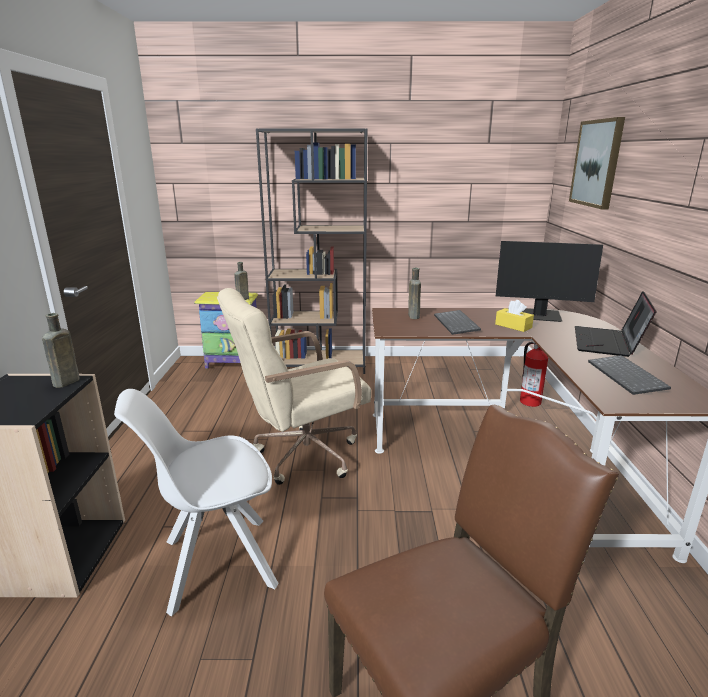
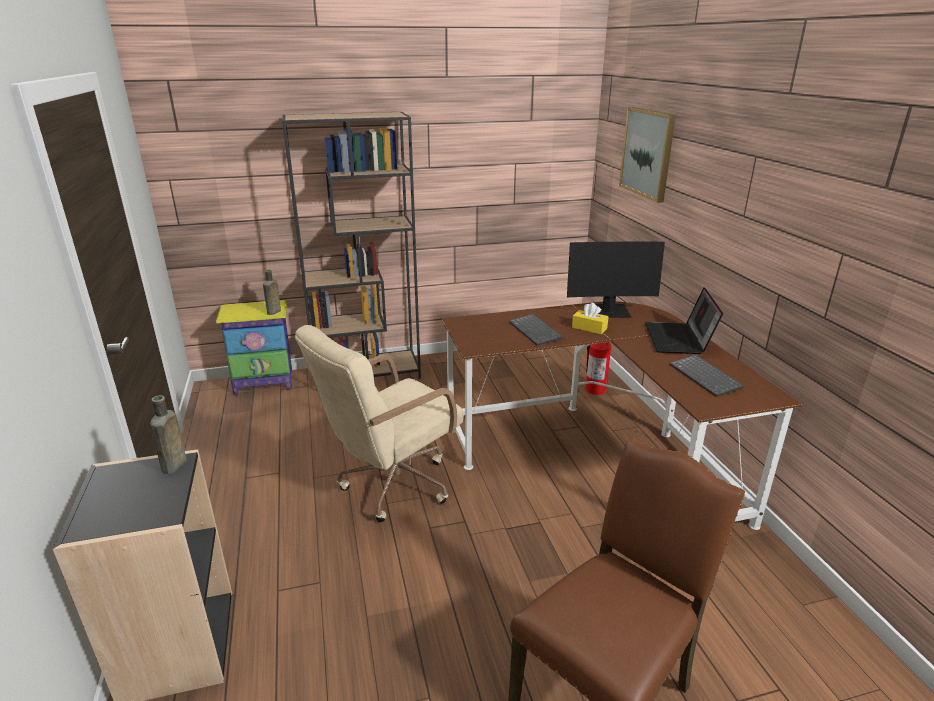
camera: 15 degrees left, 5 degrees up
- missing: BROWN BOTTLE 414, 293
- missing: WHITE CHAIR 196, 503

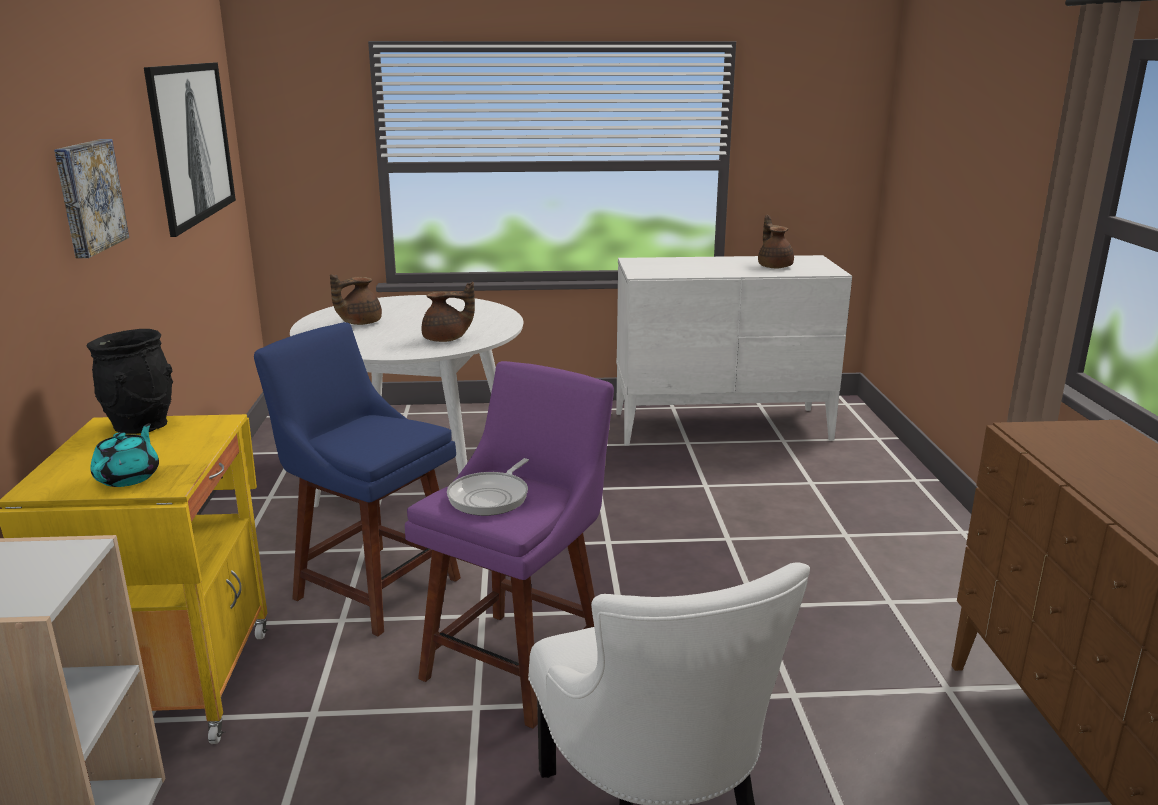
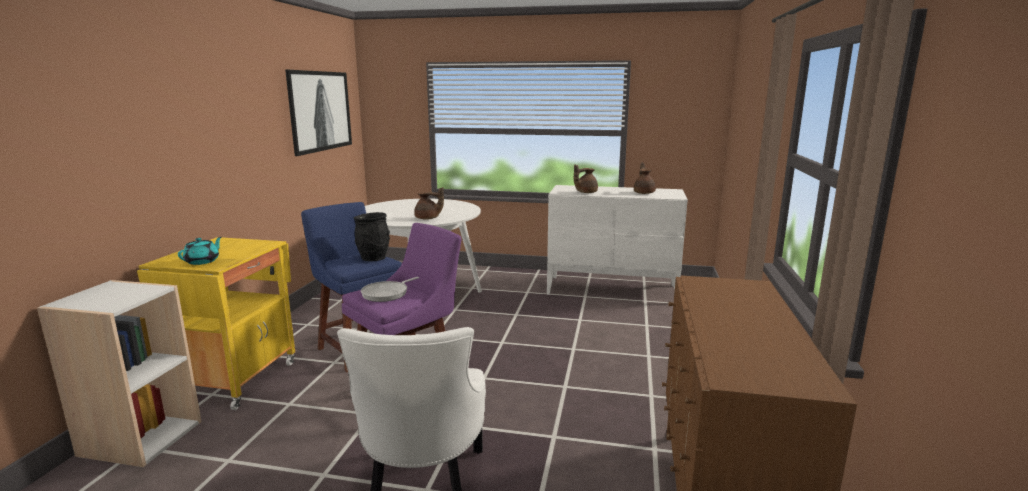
camera: 15 degrees right, 5 degrees down
- missing: PICTURE 91, 198
- relocated: BROWN TEAPOT 356, 299 to 586, 179
- relocated: BLACK VASE 130, 381 to 372, 236

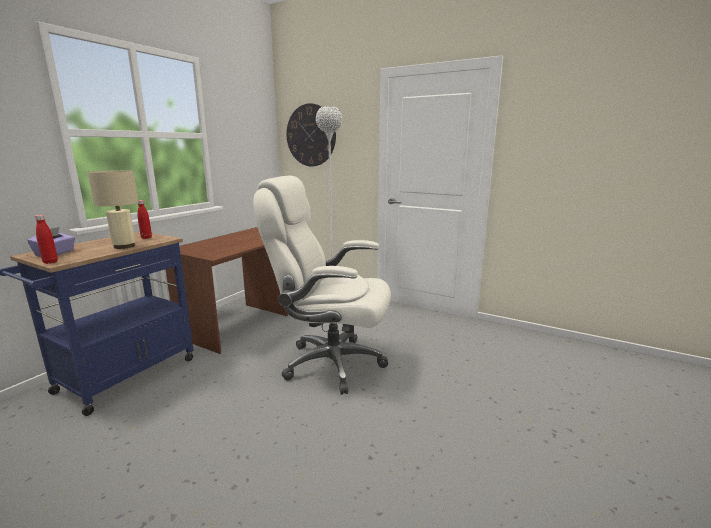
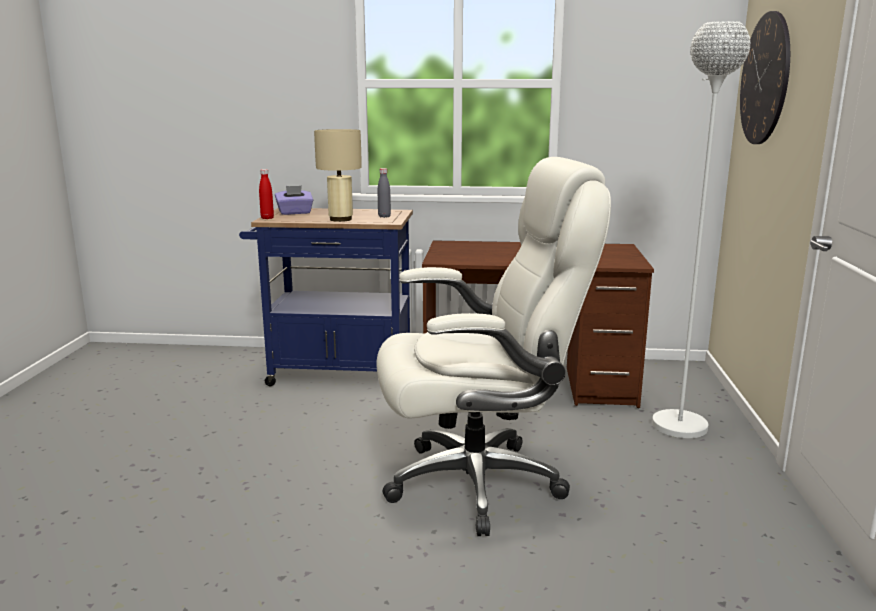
camera: 65 degrees right, 0 degrees up
- spun: WHITE OFFICE CHAIR 322, 285 = 493, 346 90 degrees clockwise
- colour: RED BOTTLE 144, 219 to GREY BOTTLE 384, 193

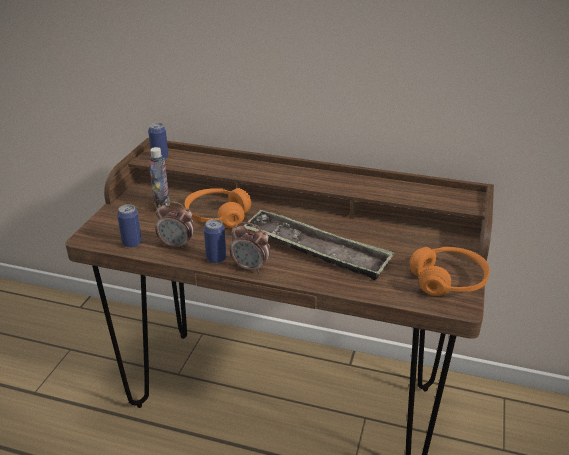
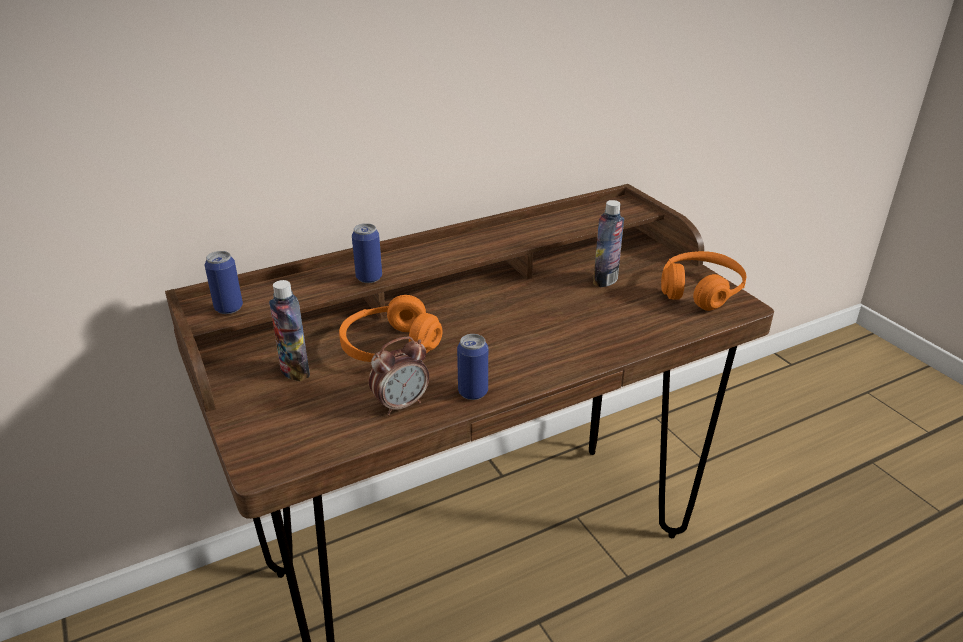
camera: 45 degrees left, 0 degrees up
- relocated: CAN 129, 226 to 367, 253
- missing: TRAY 319, 245
- missing: ALARM CLOCK 250, 248
- appeared: BOTTLE 608, 243

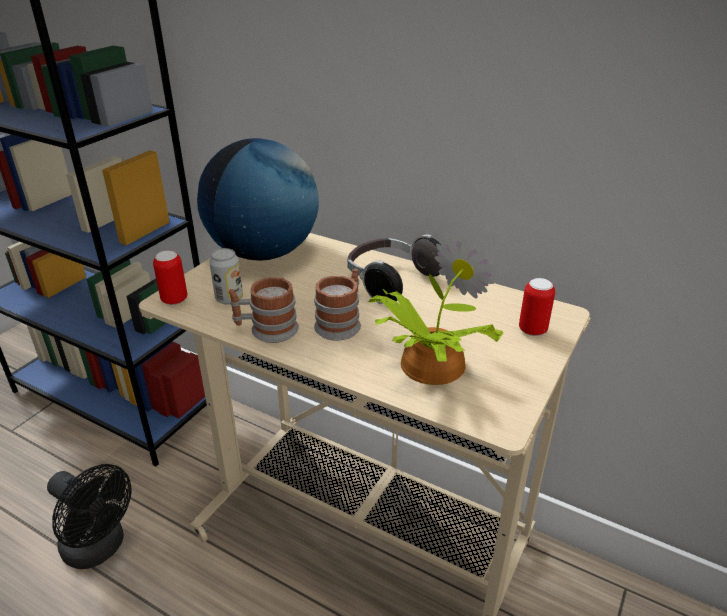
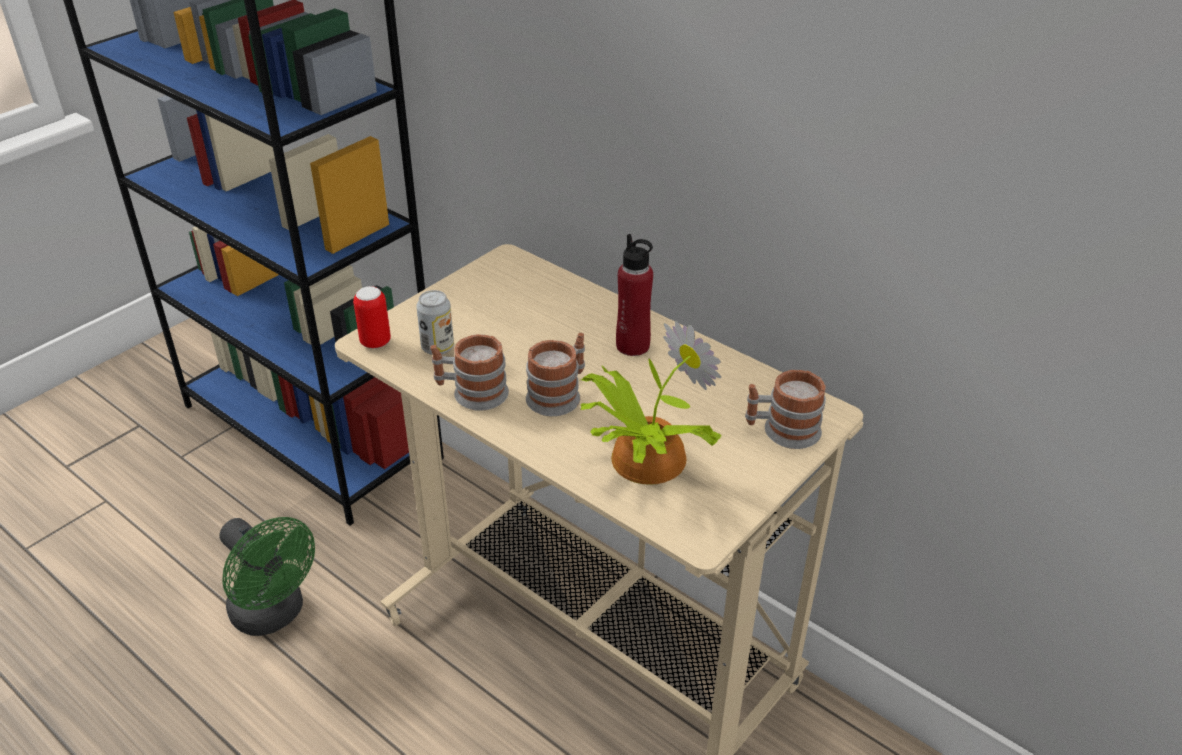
camera: 10 degrees right, 5 degrees up
- missing: GLOBE 258, 199
- exchanged: HEADPHONES 394, 269 to RED BOTTLE 634, 295
- exchanged: CAN 537, 307 to MUG 785, 409
- colour: BLACK FAN 89, 516 to GREEN FAN 267, 576

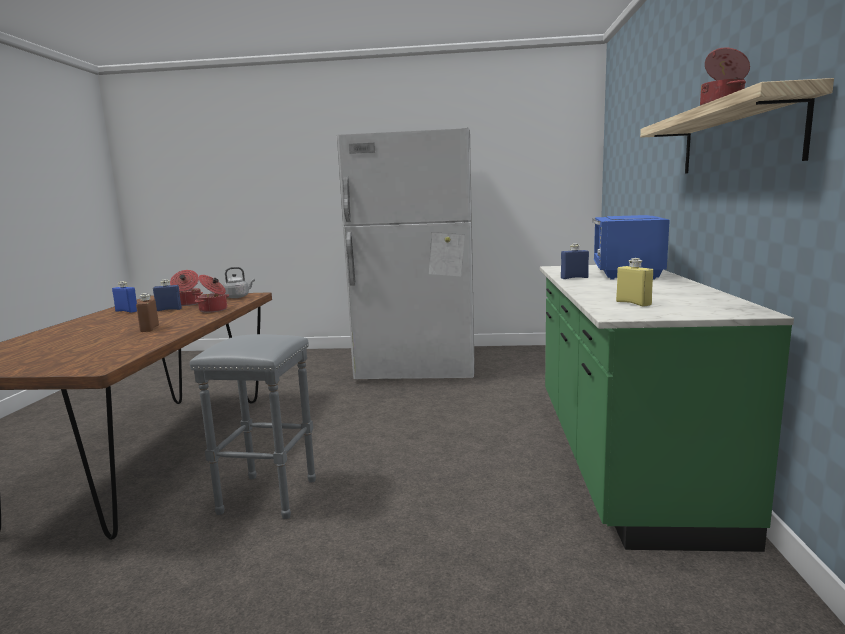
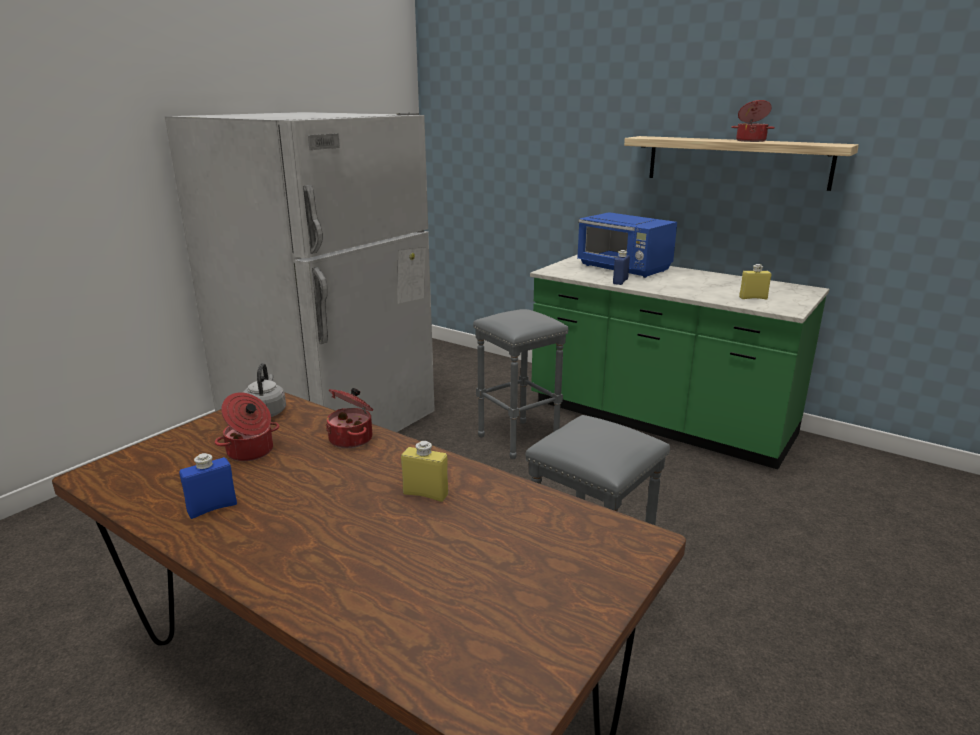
camera: 60 degrees left, 10 degrees up
- missing: BLUE BOTTLE 167, 295
- colour: BROWN BOTTLE 147, 312 to YELLOW BOTTLE 424, 471
- appeared: GREY STOOL 521, 384

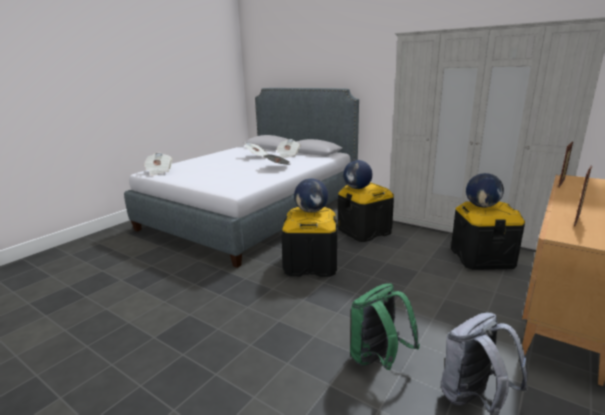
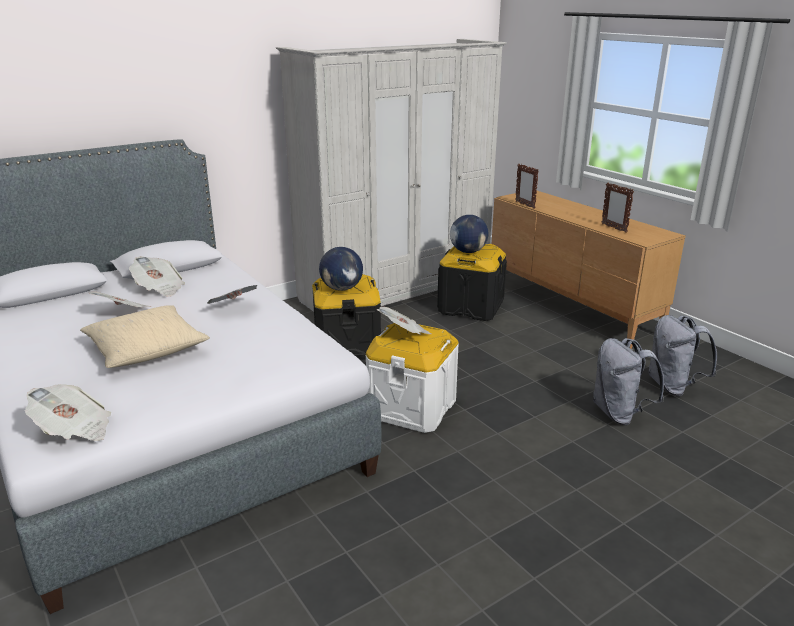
camera: 70 degrees left, 5 degrees up
- exchanged: GLOBE 311, 196 to NEWSPAPER 404, 321
- colour: BLACK STORAGE BOX 309, 242 to WHITE STORAGE BOX 412, 378
- colour: GREEN BACKPACK 385, 326 to GREY BACKPACK 628, 381
- appeared: BEIGE PILLOW 145, 336

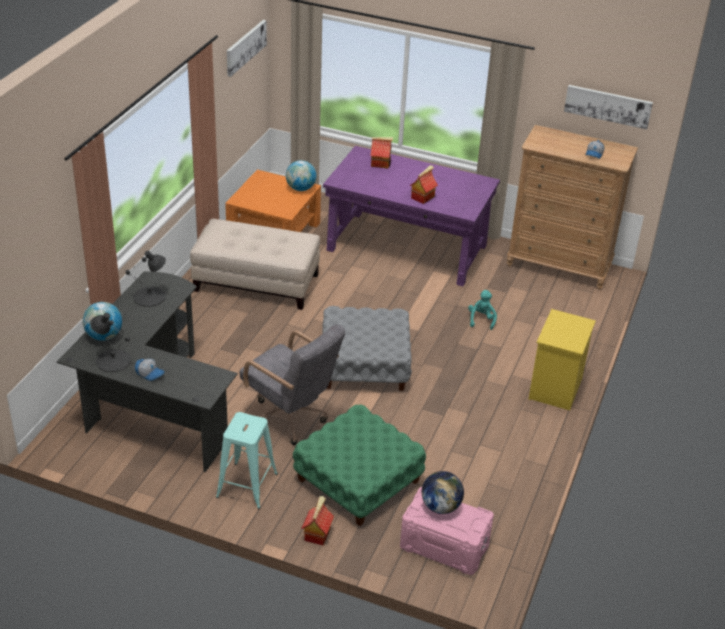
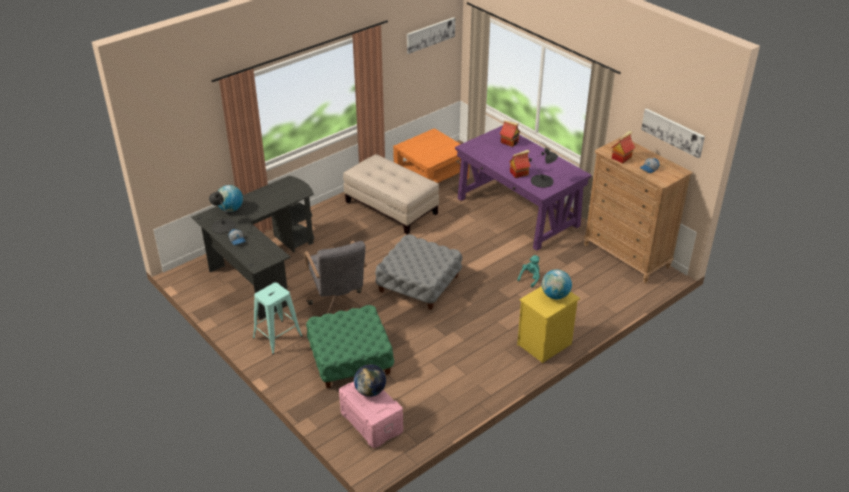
camera: 30 degrees right, 0 degrees up
- relocated: GLOBE 301, 175 to 557, 284
- relocated: BLACK TABLE LAMP 145, 279 to 543, 168
- relocated: TOY HOUSE 317, 520 to 623, 147

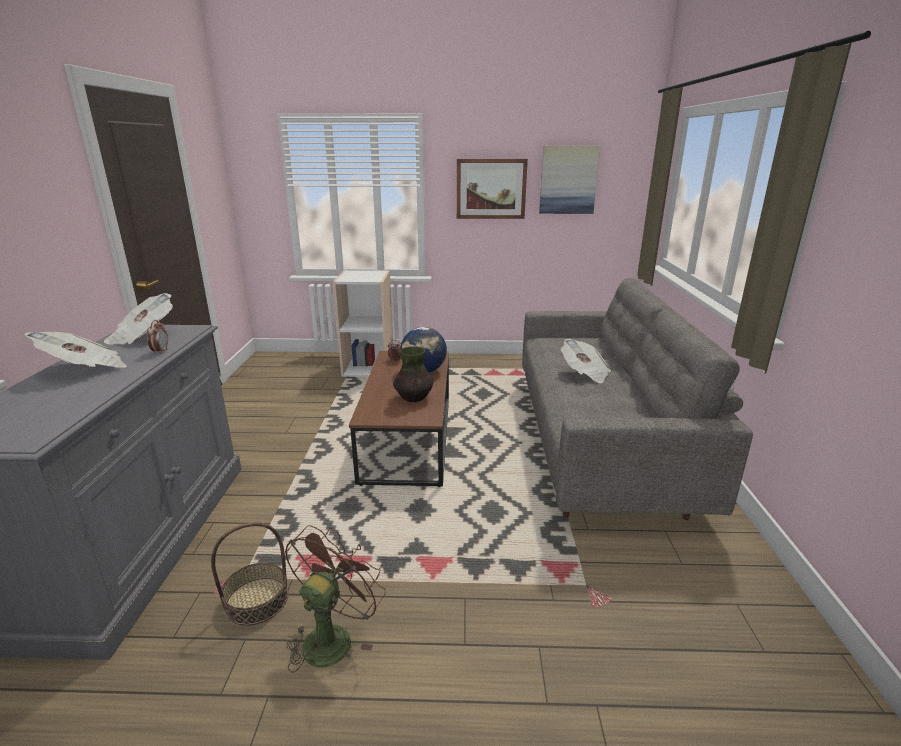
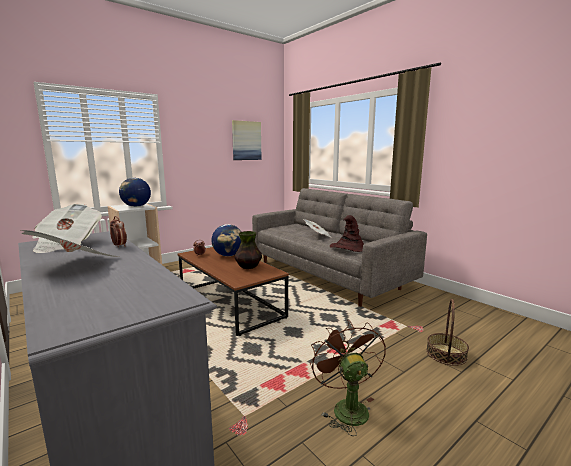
camera: 40 degrees left, 10 degrees down
- missing: PICTURE 492, 189
- relocated: BASKET 249, 574 to 447, 332
- appeared: GLOBE 135, 192
- appeared: BROWN HAT 347, 233

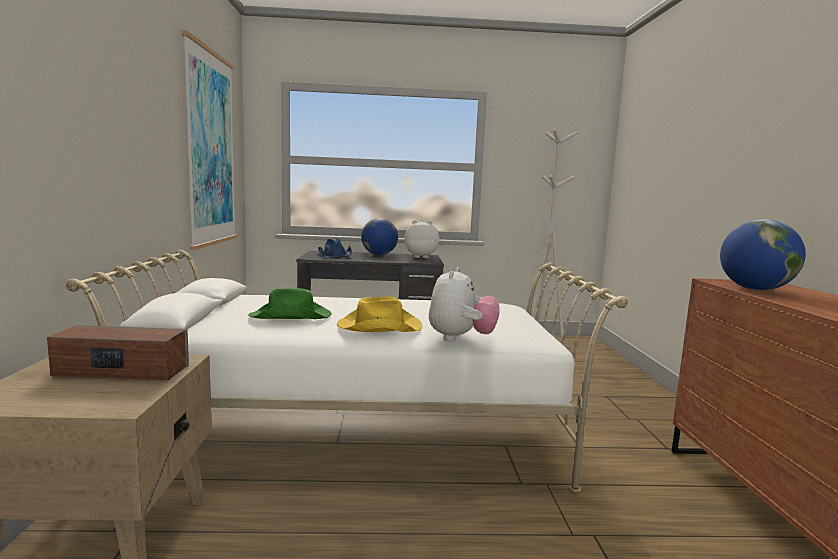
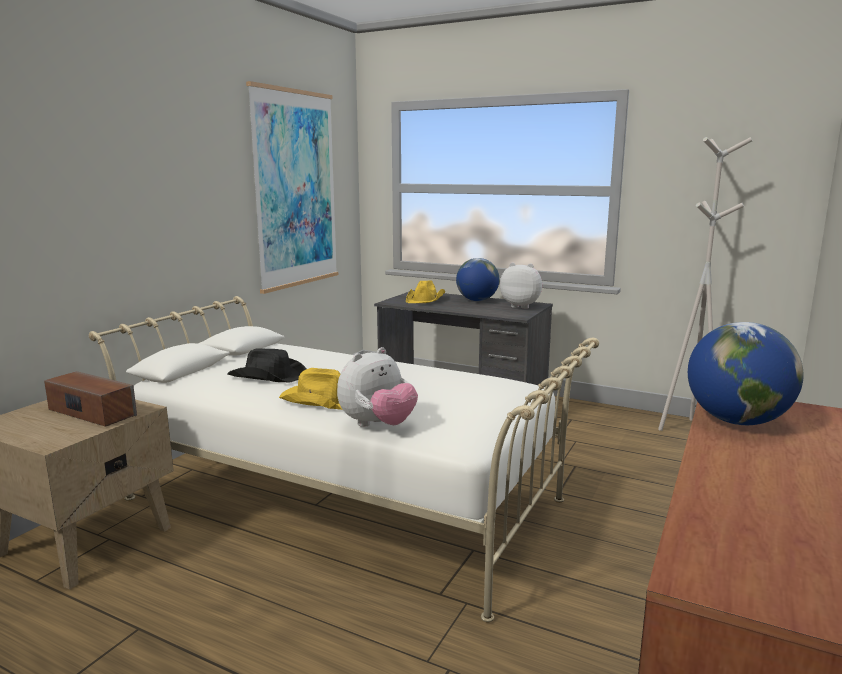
camera: 30 degrees right, 5 degrees up
- colour: BLUE HAT 335, 248 to YELLOW HAT 425, 291
- colour: GREEN HAT 290, 303 to BLACK HAT 266, 365

